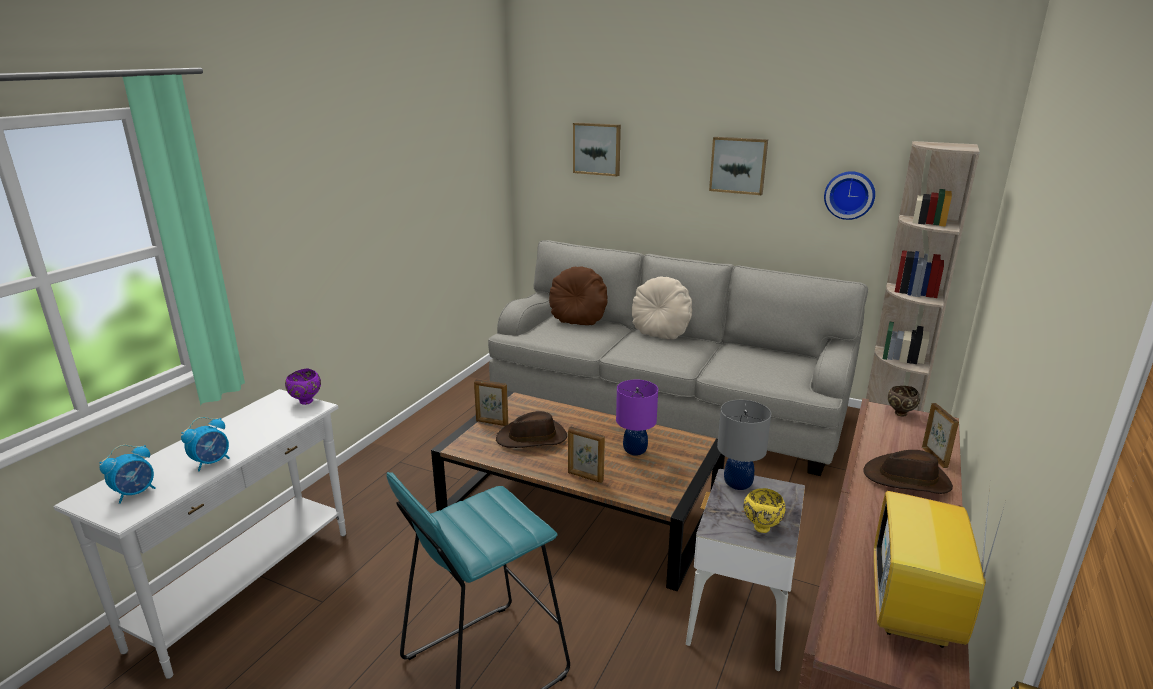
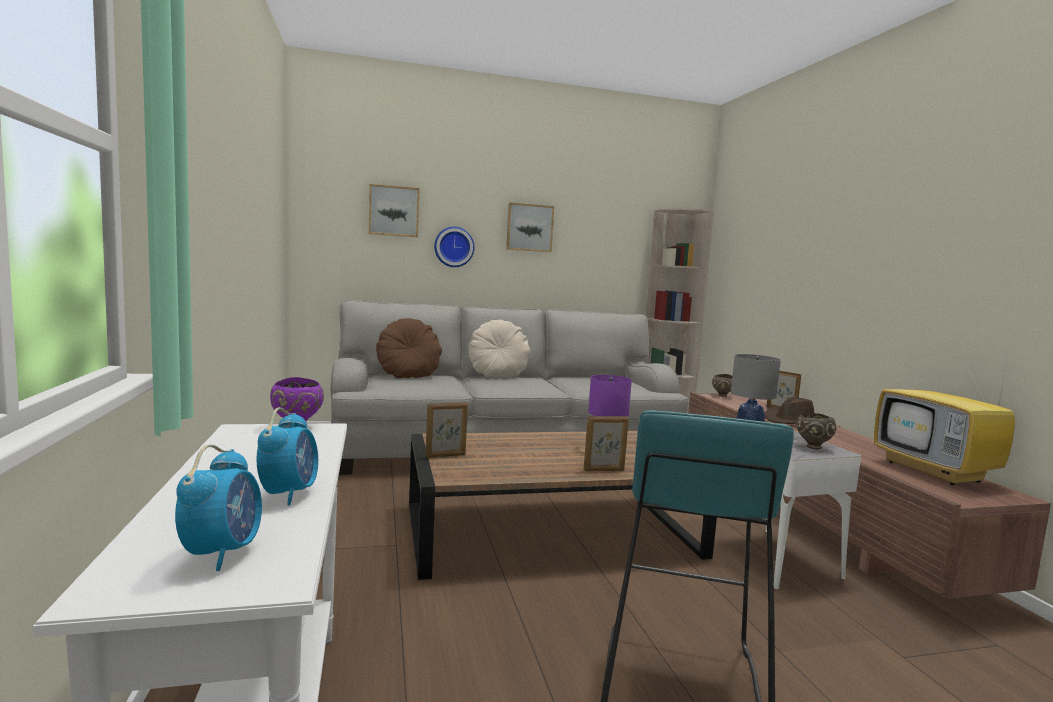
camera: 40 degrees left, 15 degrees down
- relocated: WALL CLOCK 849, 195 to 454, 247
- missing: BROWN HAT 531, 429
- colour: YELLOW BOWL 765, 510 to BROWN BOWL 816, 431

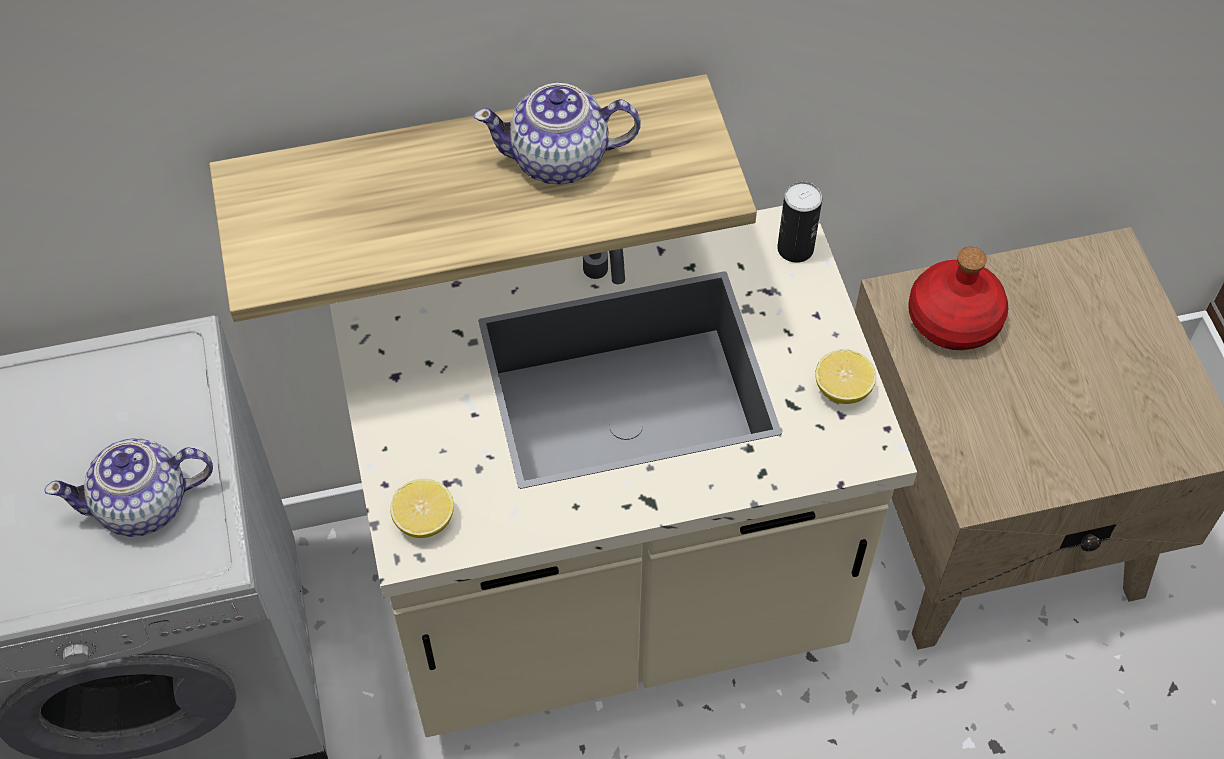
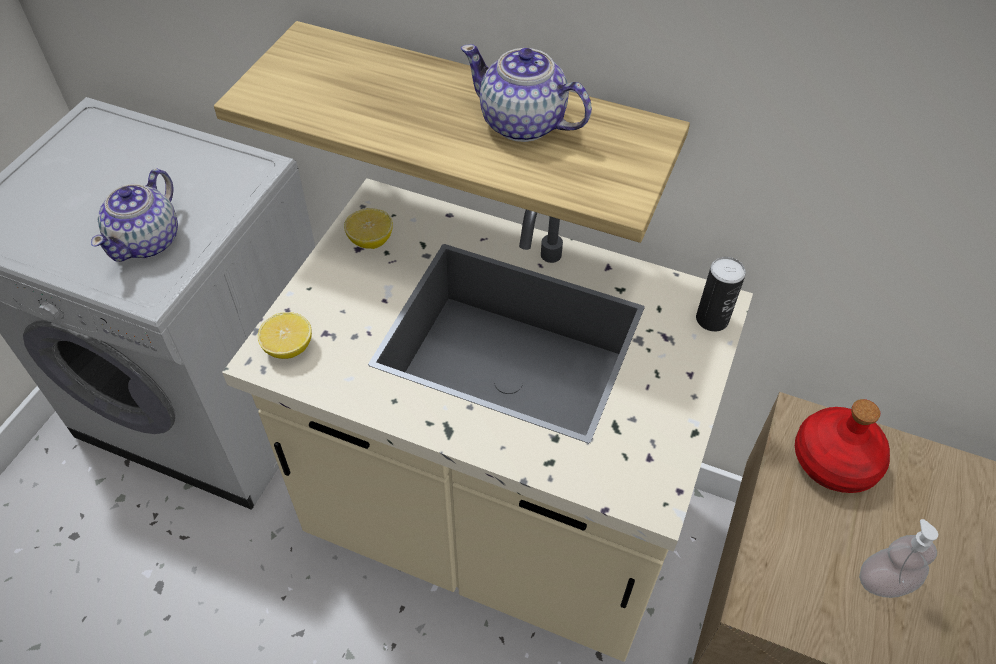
camera: 35 degrees right, 5 degrees down
- relocated: LEMON 845, 376 to 368, 228
- spun: TEAPOT 128, 487 = 134, 215 90 degrees counterclockwise
- appeared: SOAP DISPENSER 898, 558

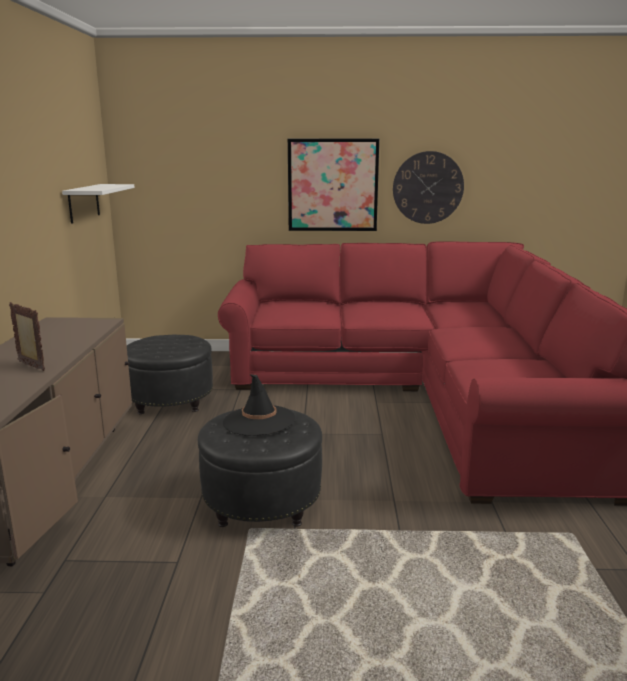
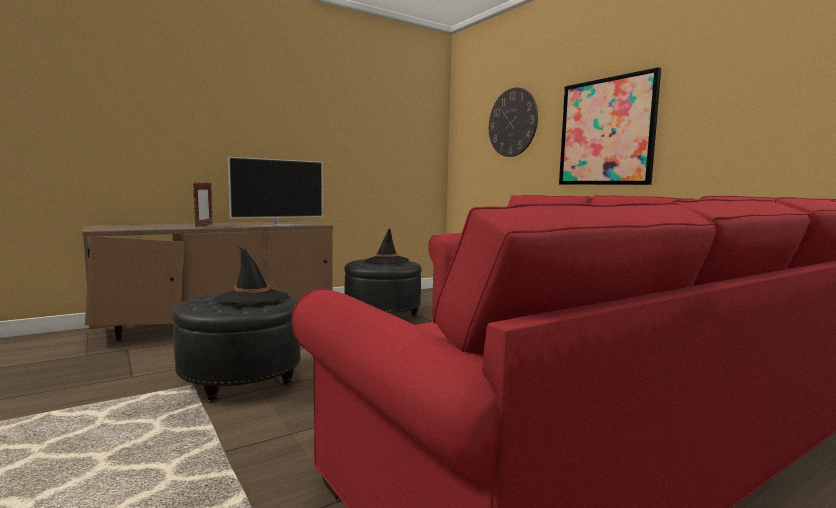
camera: 55 degrees right, 10 degrees down
- relocated: WALL CLOCK 428, 187 to 513, 122
- missing: WHITE SHELF 98, 204
- appeared: TELEVISION 275, 191
- appeared: BLACK HAT 386, 246

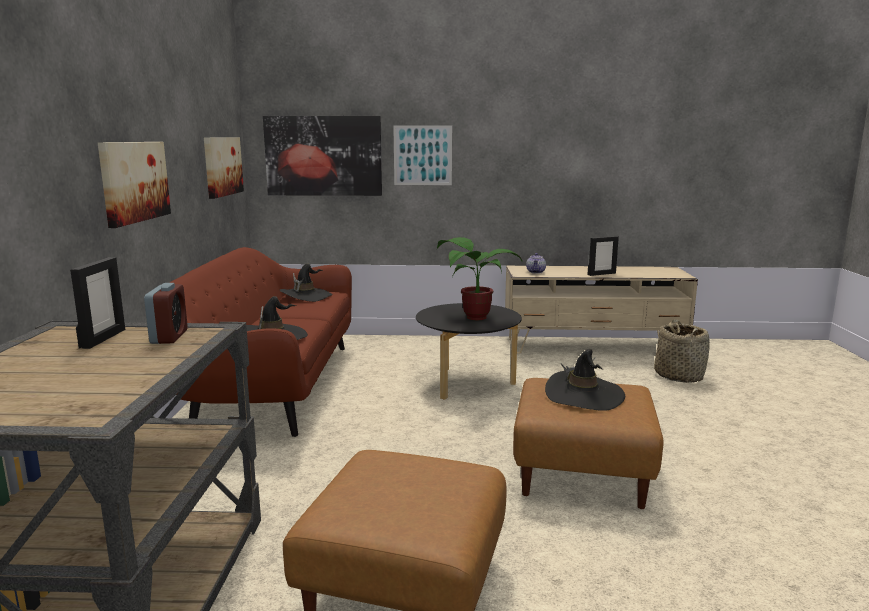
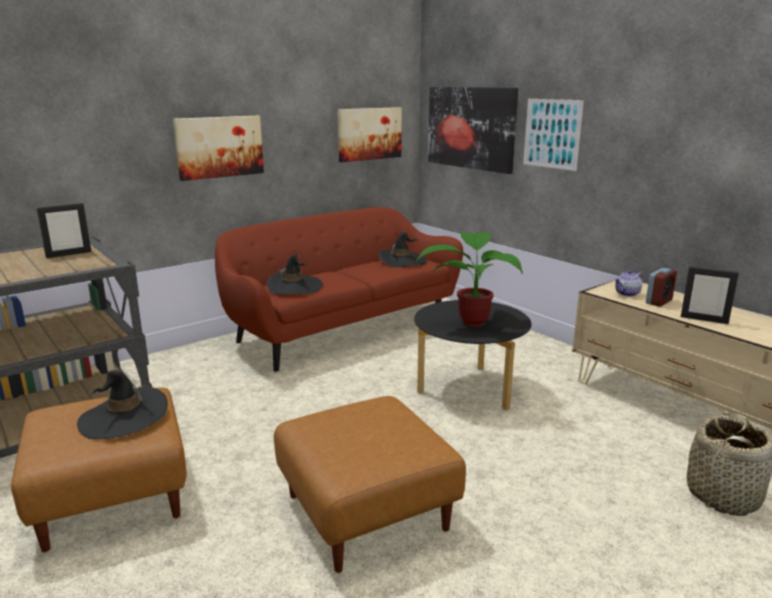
camera: 50 degrees right, 5 degrees up
- relocated: ALARM CLOCK 166, 313 to 661, 287
- relocated: BLACK HAT 585, 380 to 122, 405

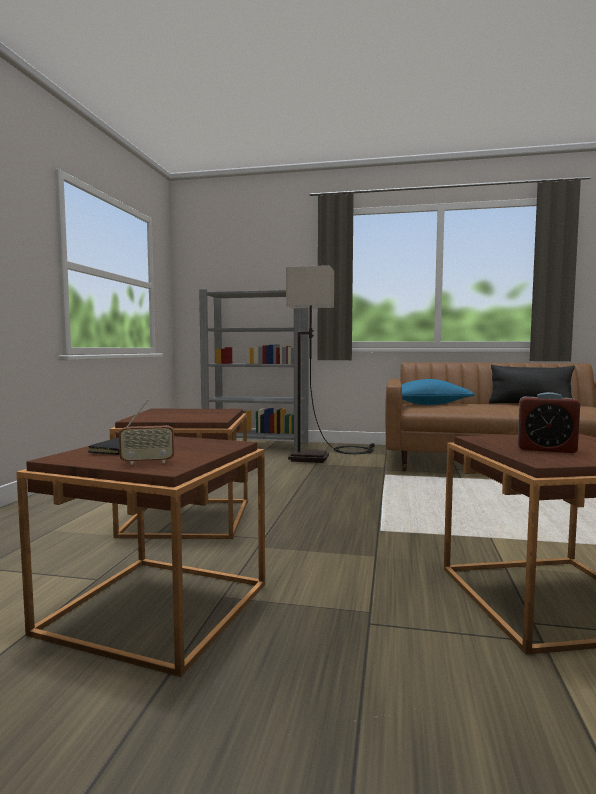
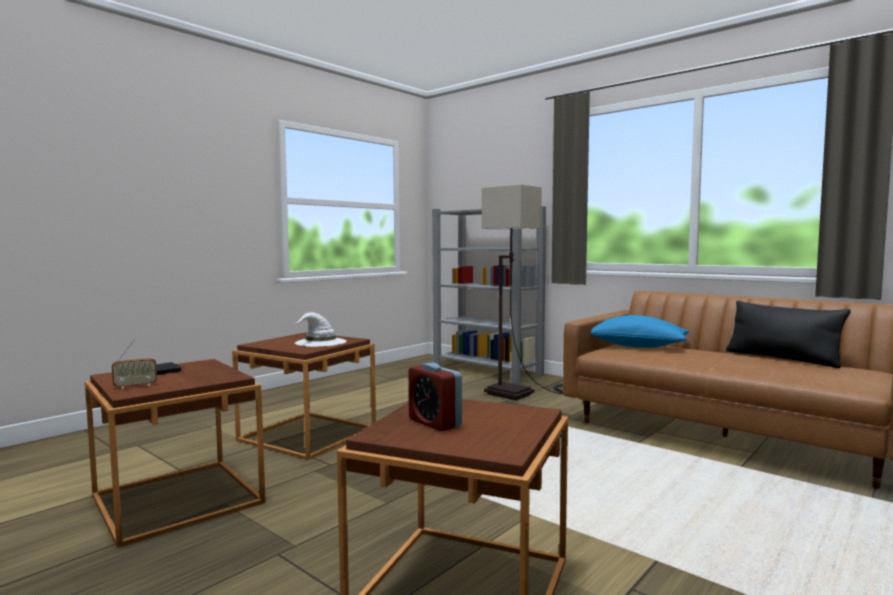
camera: 30 degrees right, 0 degrees up
- spun: RADIO 146, 432 = 134, 364 45 degrees counterclockwise
- appeared: WHITE HAT 321, 329

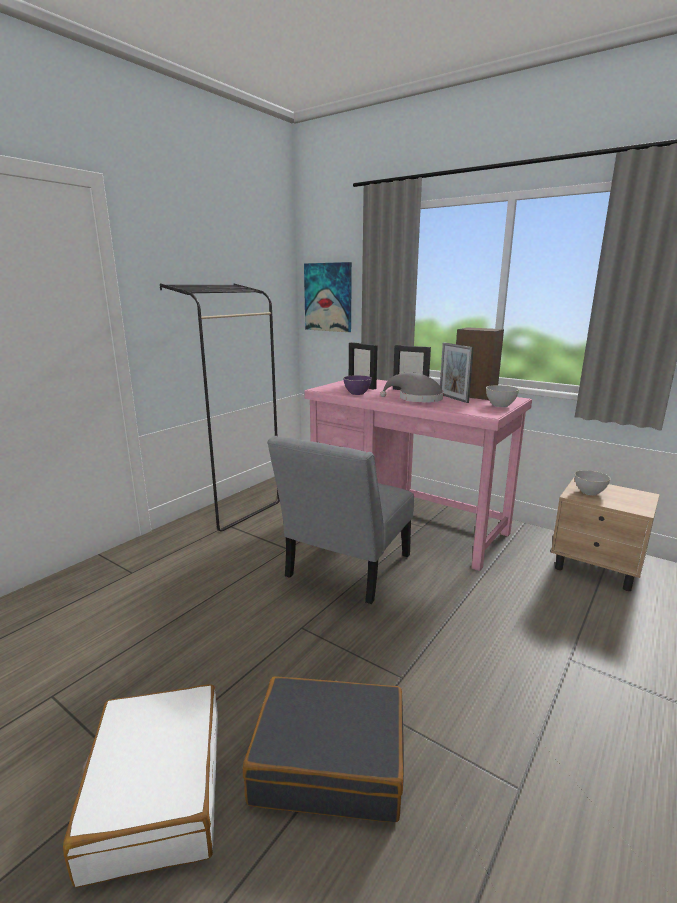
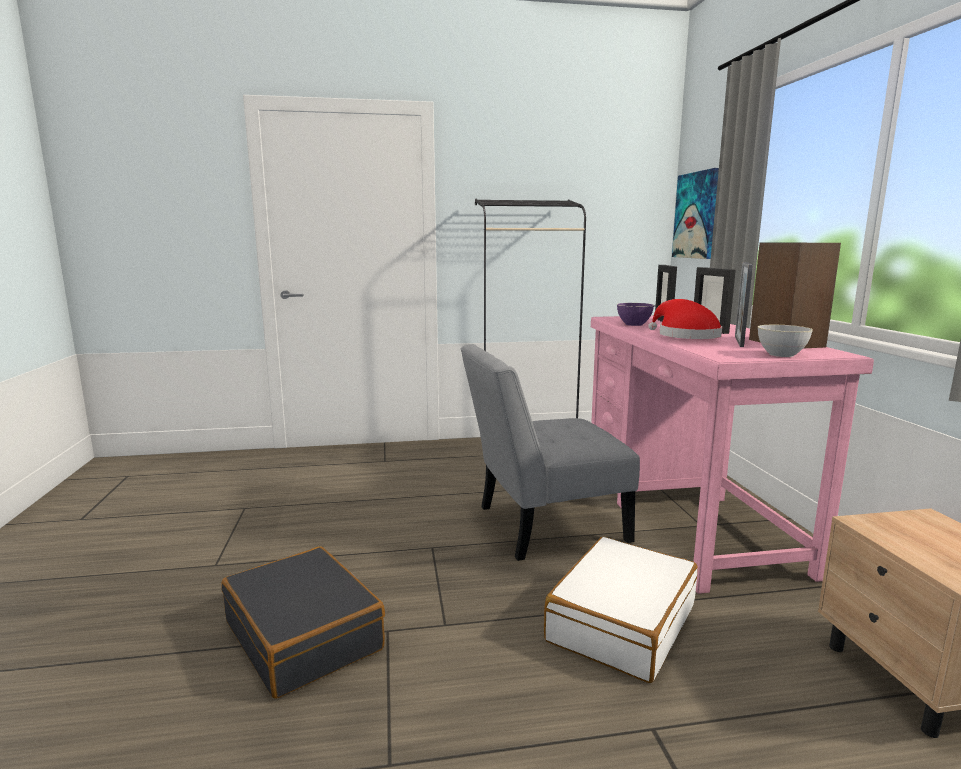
camera: 45 degrees right, 5 degrees down
- colour: GREY HAT 411, 387 to RED HAT 685, 319
- missing: GREY BOWL 593, 482
- relocated: WHITE SUITCASE 140, 786 to 621, 610

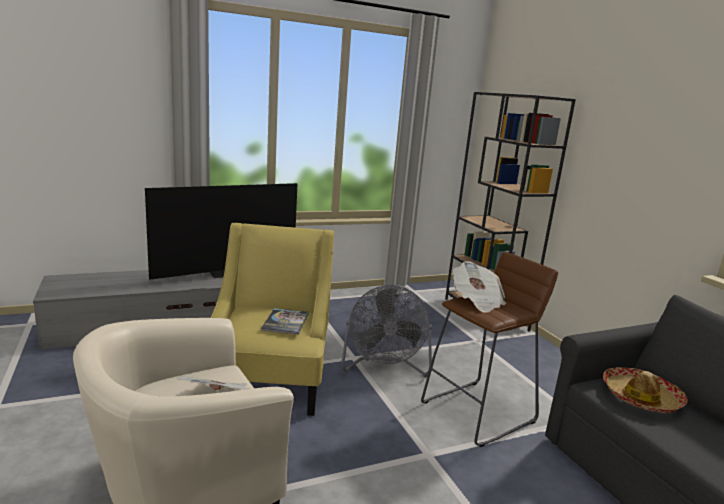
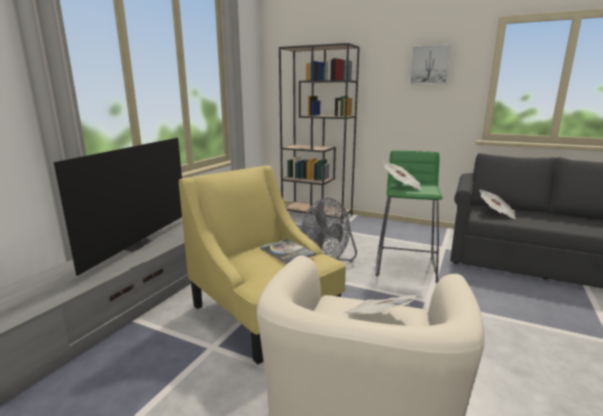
camera: 40 degrees left, 0 degrees up
- colour: BROWN STOOL 489, 349 to GREEN STOOL 409, 216
- exchanged: HAT 645, 390 to NEWSPAPER 497, 204
- appeared: PICTURE 430, 64

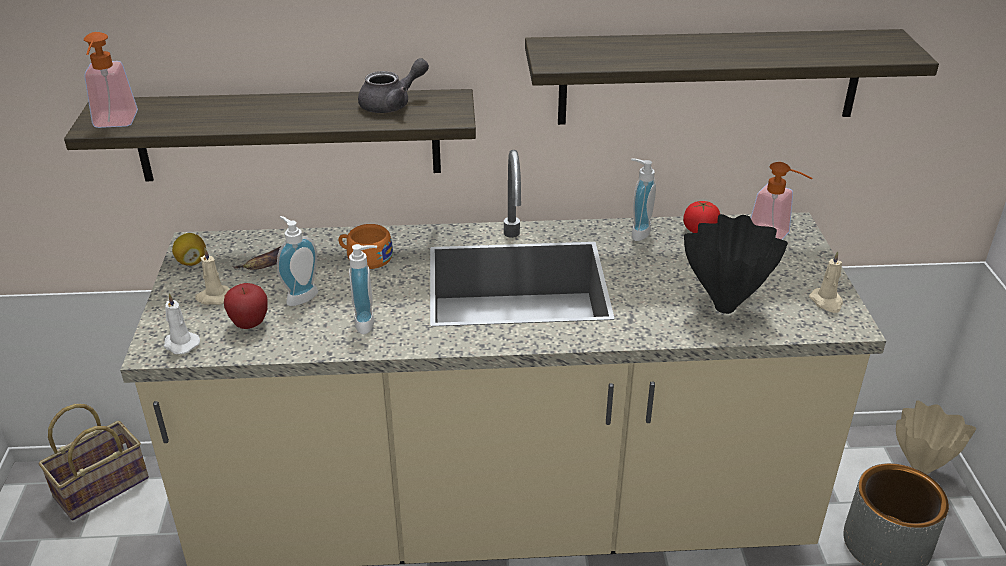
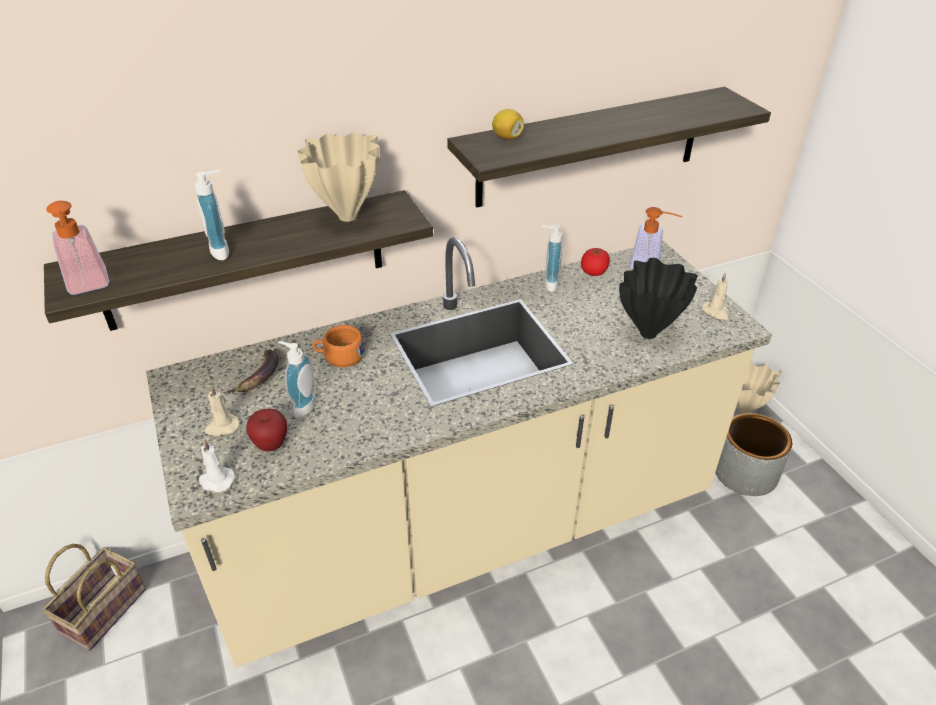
camera: 20 degrees left, 5 degrees up
- exchanged: GREY TEAPOT 393, 85 to BEIGE VASE 339, 177
- relocated: LEMON 189, 249 to 508, 124
- relocated: SOAP DISPENSER 363, 289 to 212, 215

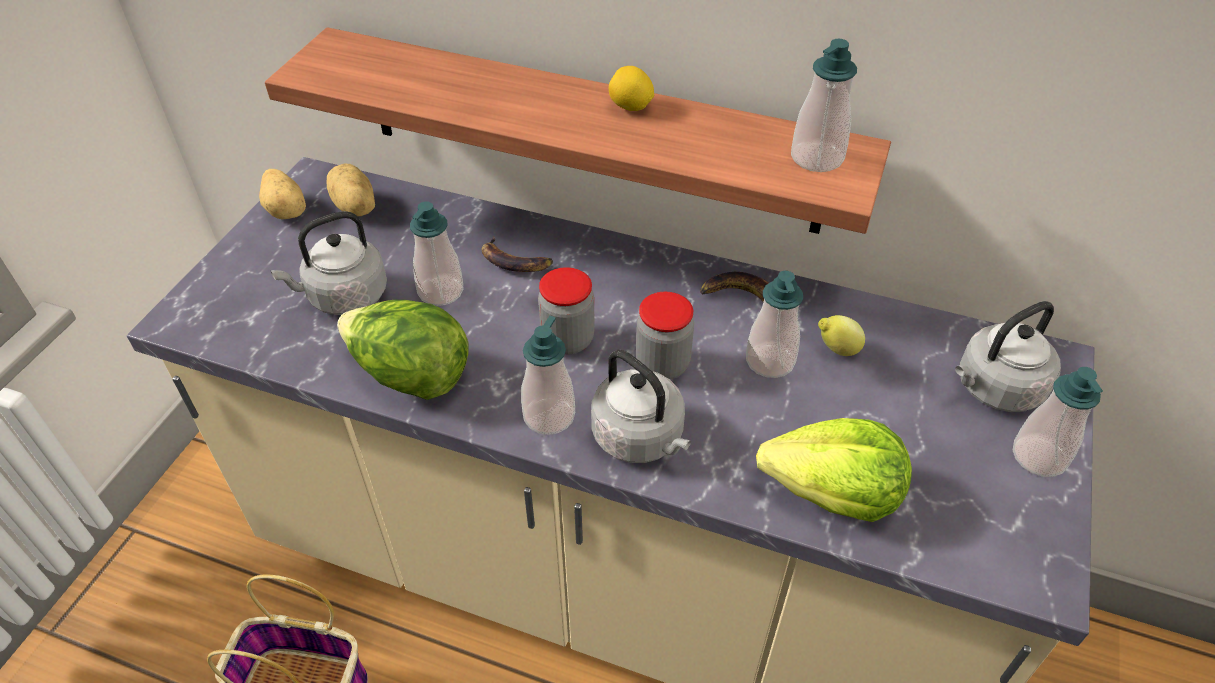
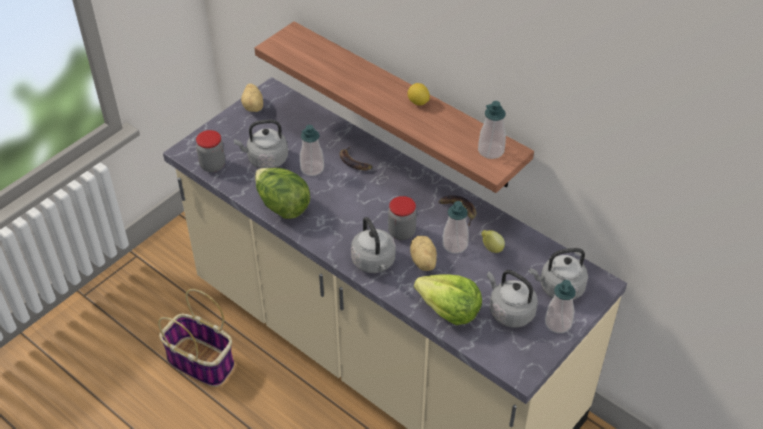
camera: 20 degrees right, 0 degrees up
- relocated: POTATO 351, 190 to 423, 253
- relocated: JAR 566, 310 to 210, 151
- missing: SOAP DISPENSER 548, 375
- appeared: GREY KETTLE 512, 299

